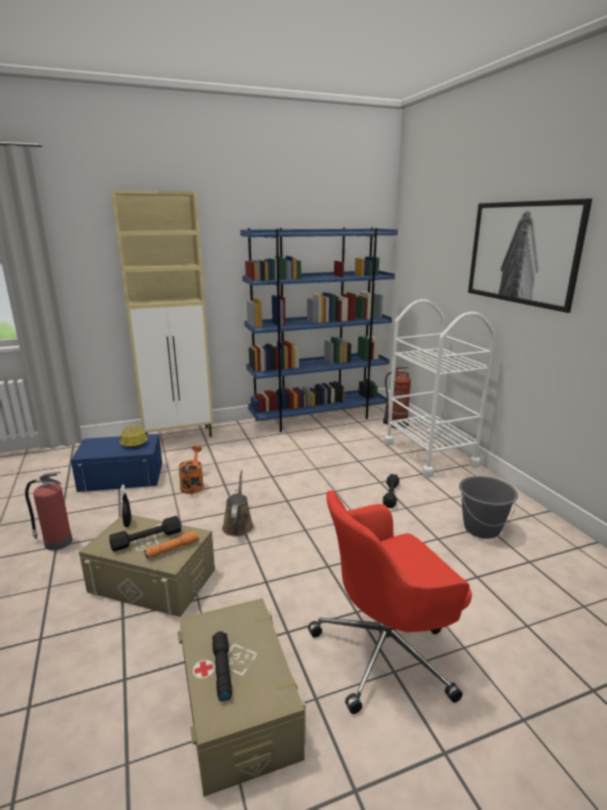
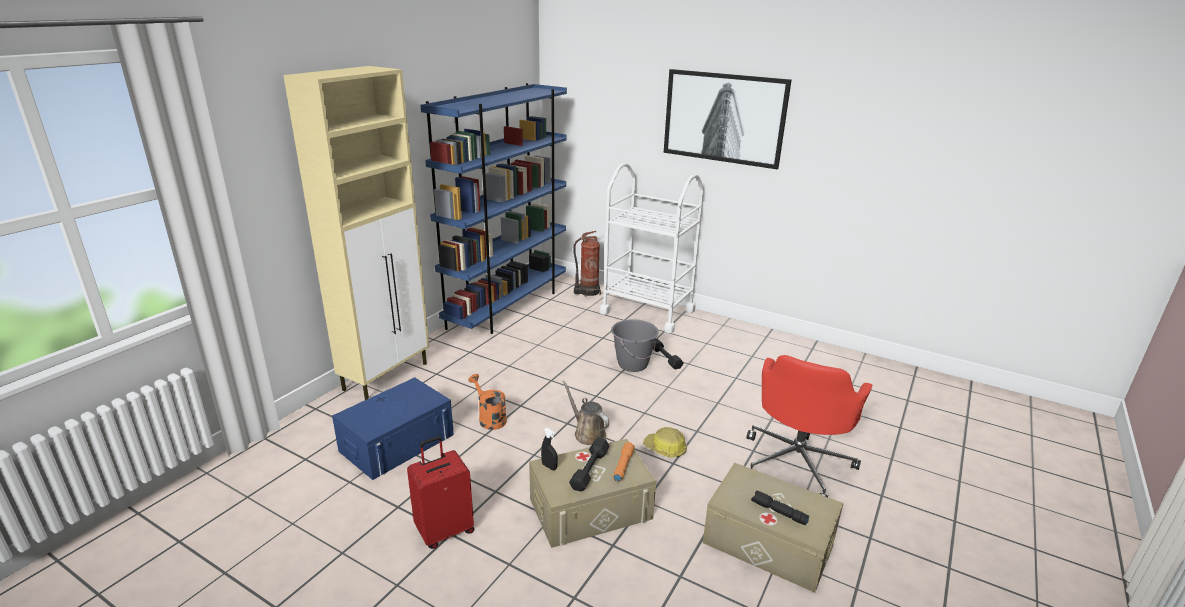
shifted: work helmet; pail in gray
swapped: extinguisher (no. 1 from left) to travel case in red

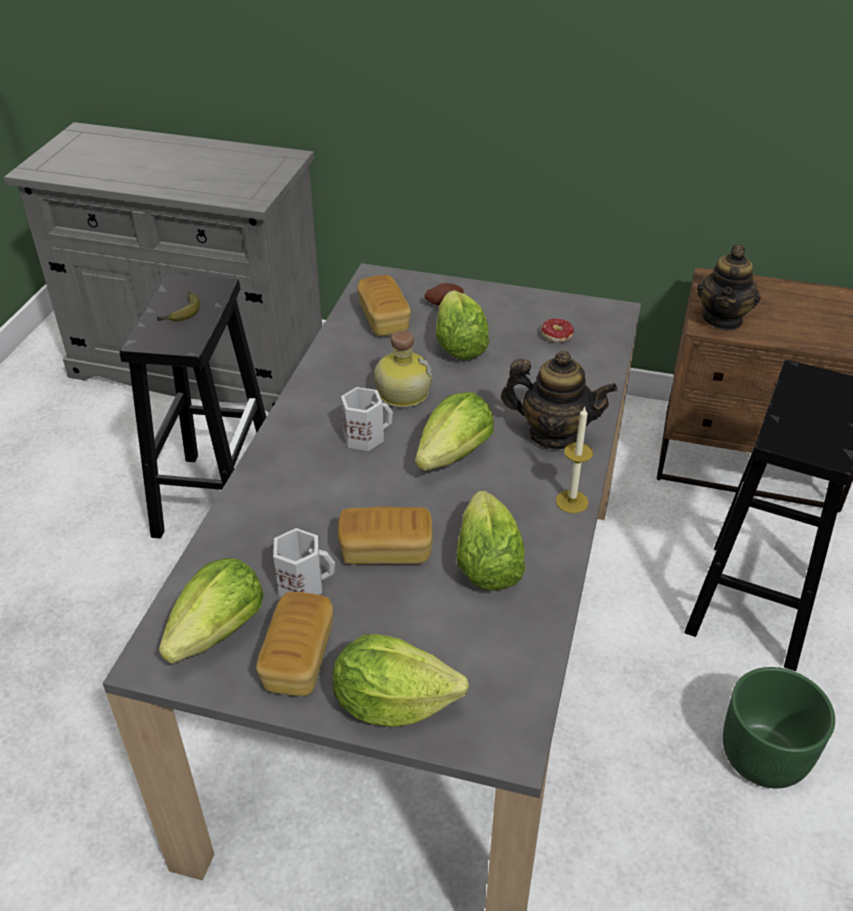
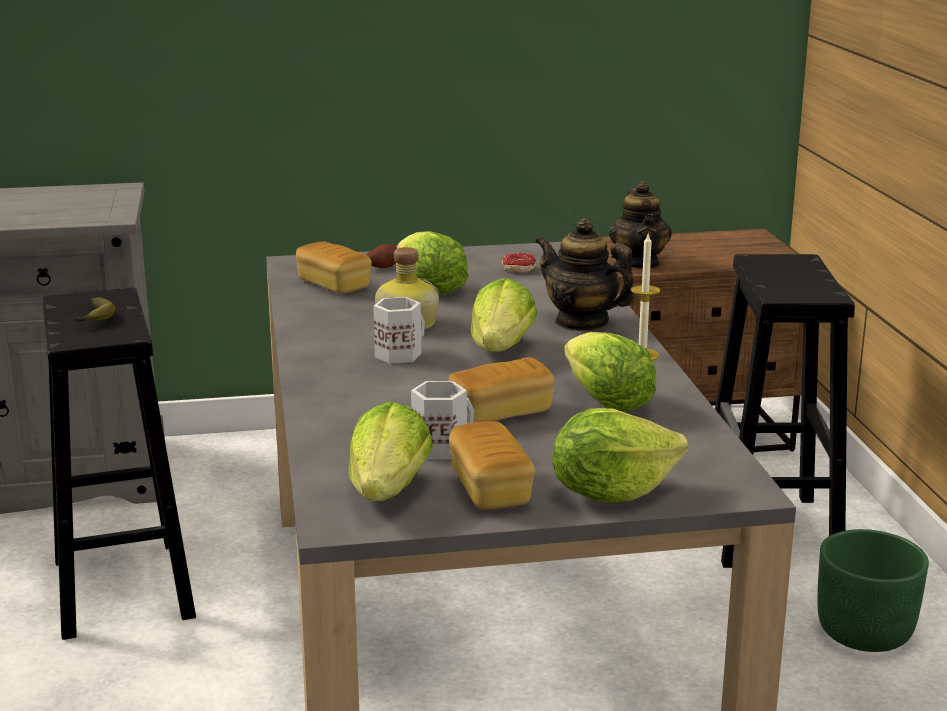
rotated: pot for tea (no. 1 from left) 135 degrees counterclockwise

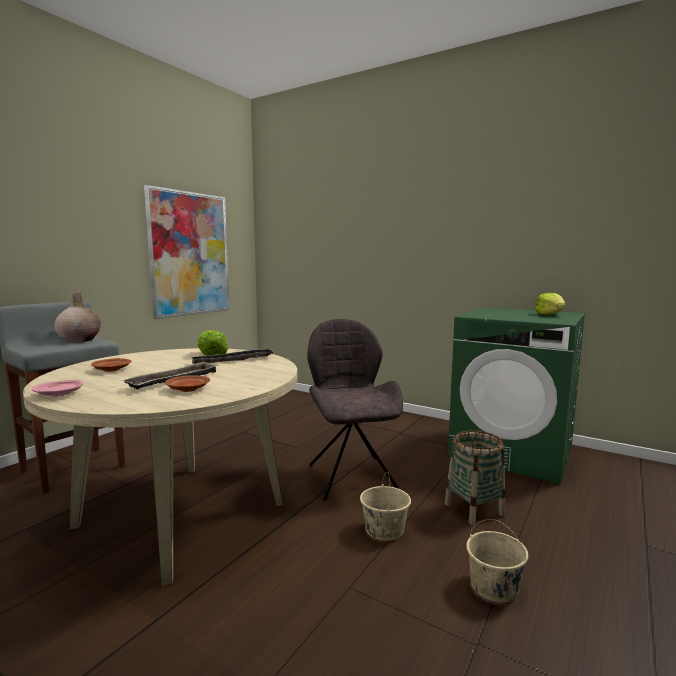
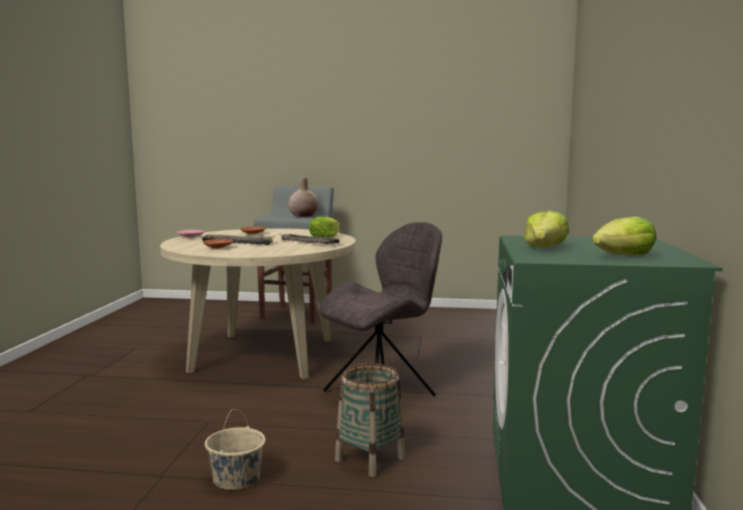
gone: picture; pail in beige (no. 1 from left)
new: lettuce (no. 2 from left)

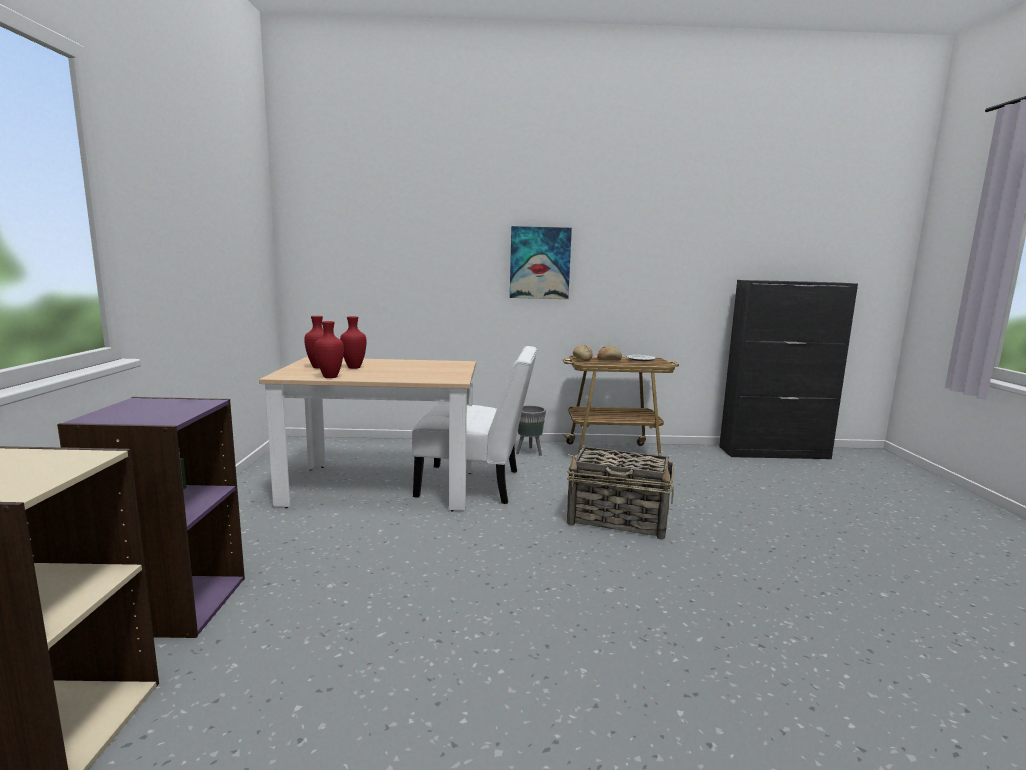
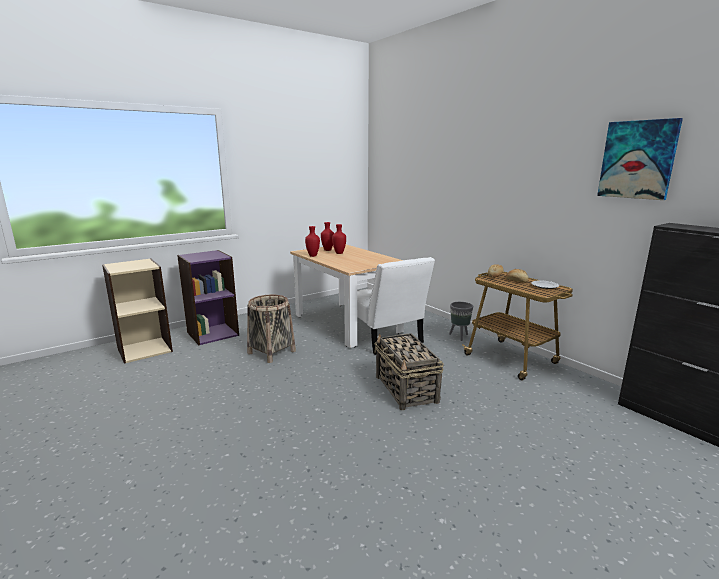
new: basket (no. 1 from left)
shifted: picture

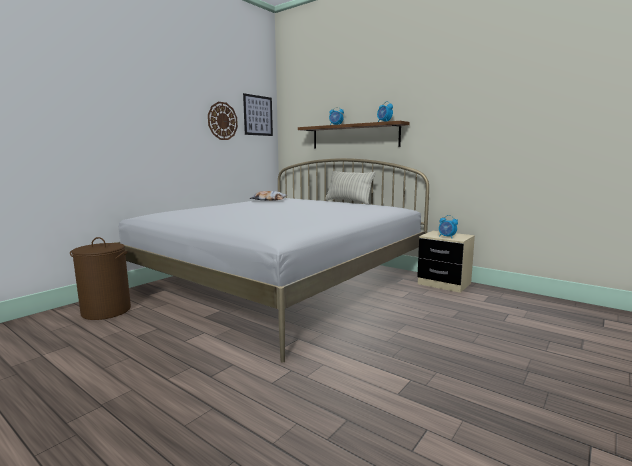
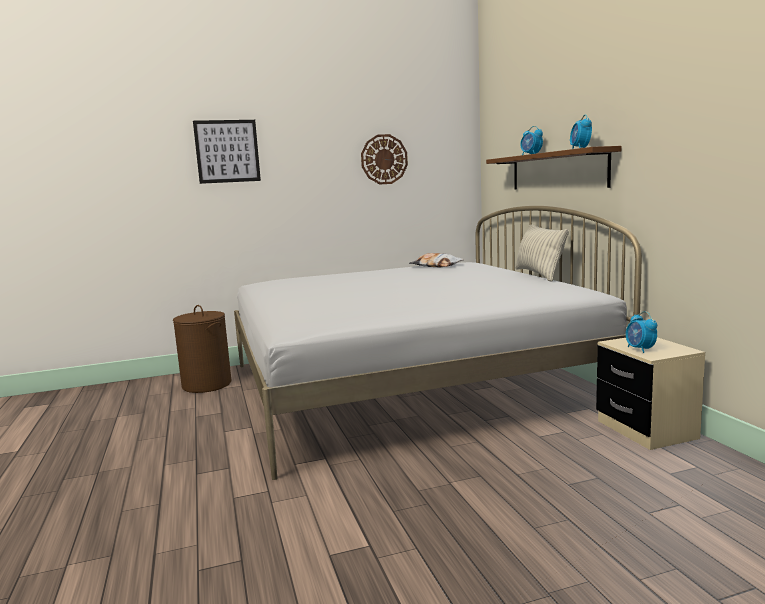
shifted: picture

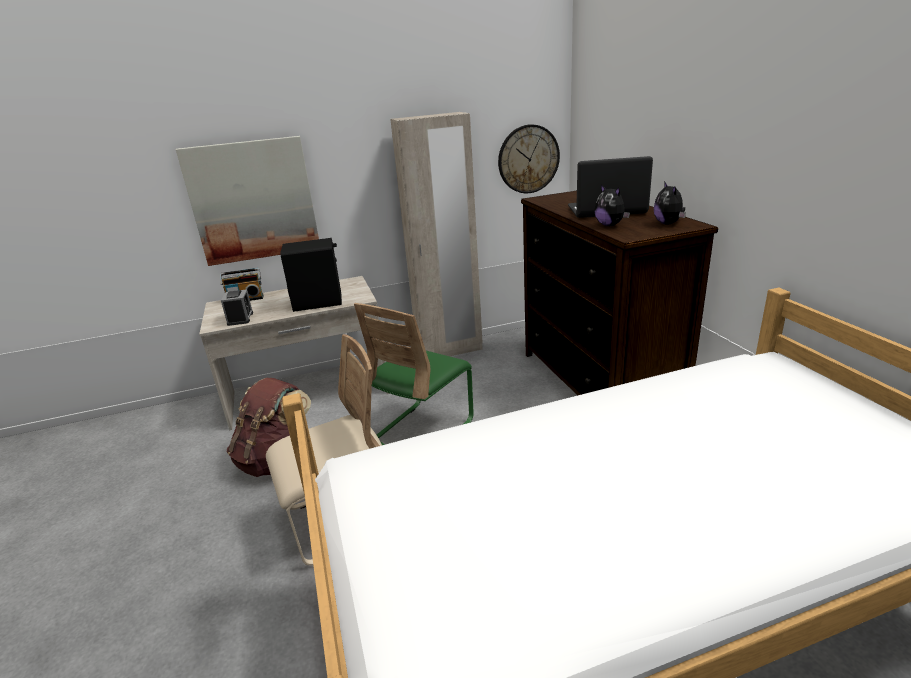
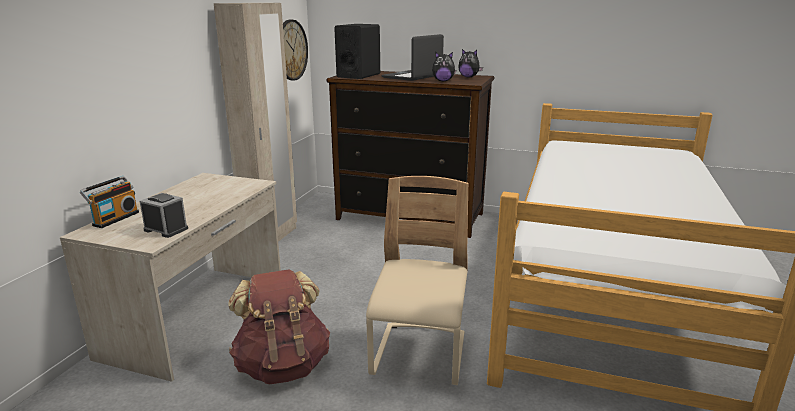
gone: picture; chair in green-coloured
shifted: loudspeaker in black

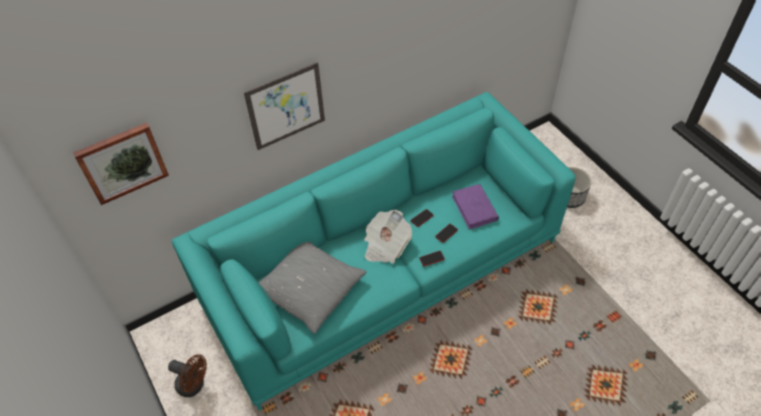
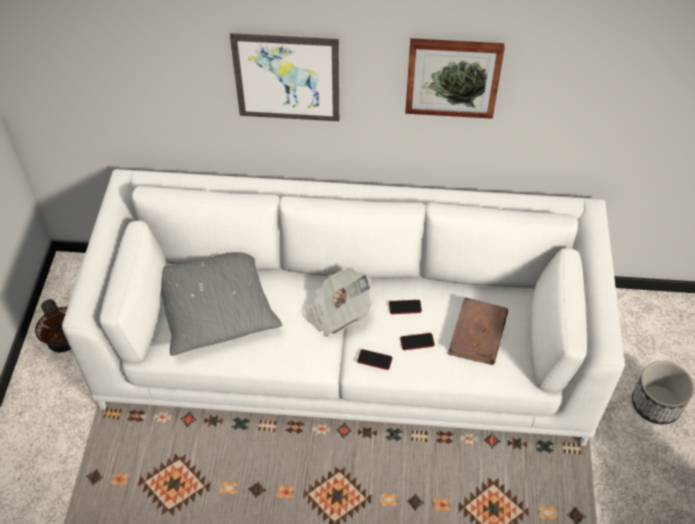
shifted: picture (no. 1 from left in the first image) to picture (no. 2 from left)
repainted: sofa in blue-green to sofa in whitish; volume in purple-coloured to volume in brown

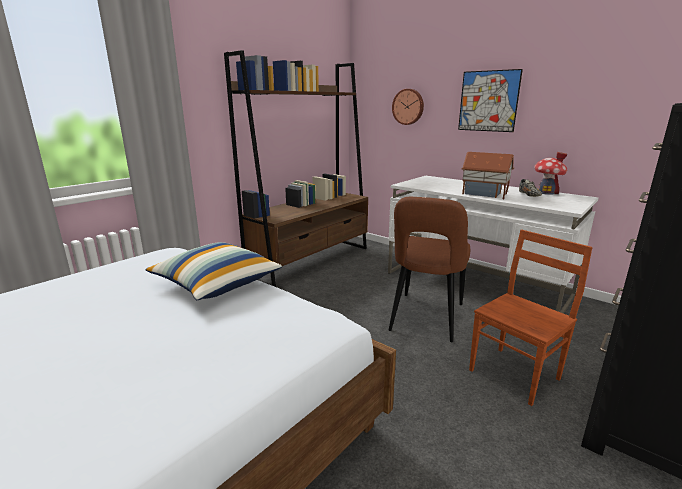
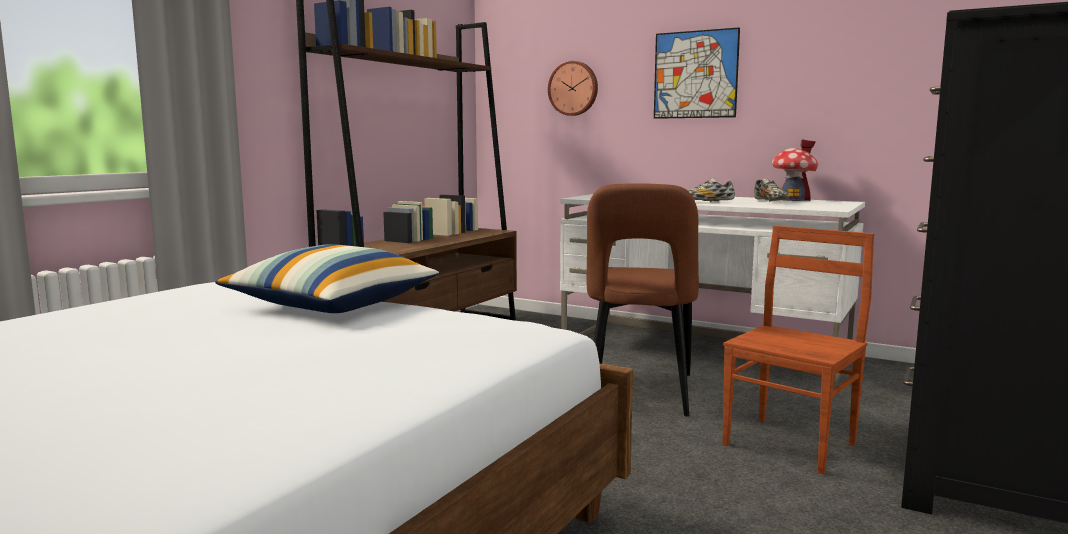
swapped: miniature house (no. 1 from left) to shoe (no. 1 from left)

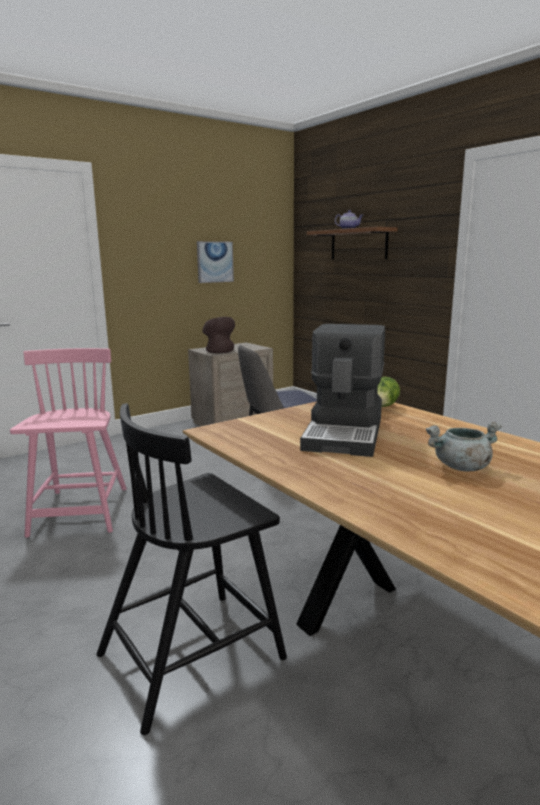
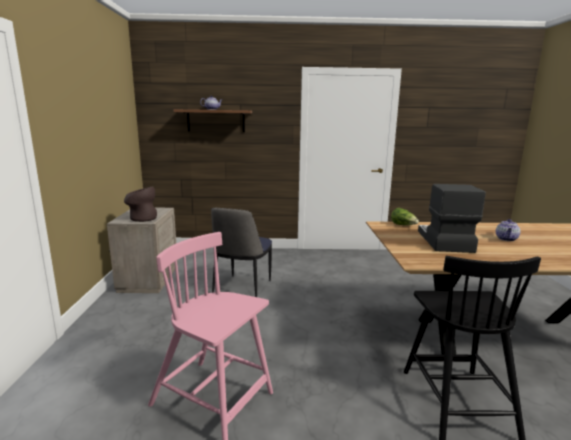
gone: picture
swapped: stockpot in gray to pot for tea (no. 2 from left)
rotated: coffee brewer 135 degrees counterclockwise

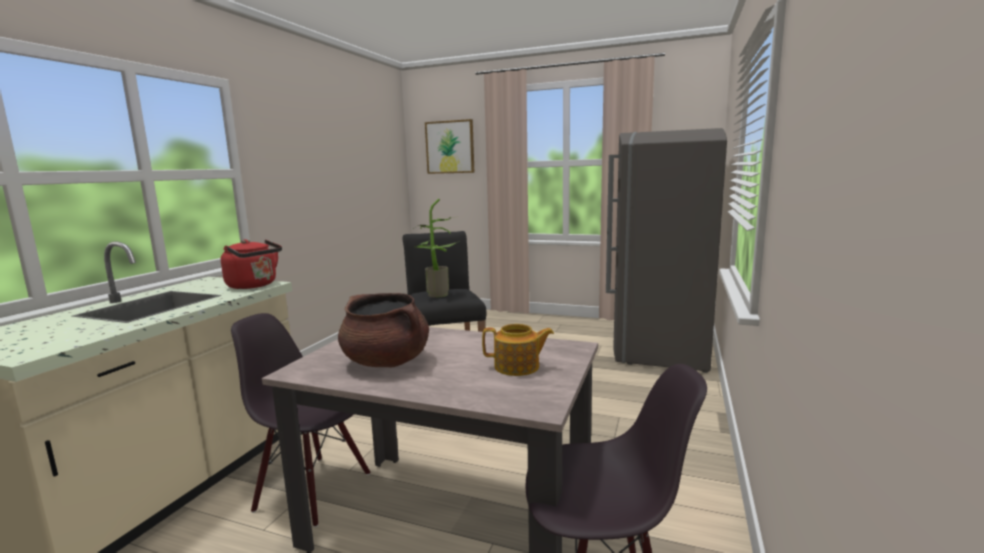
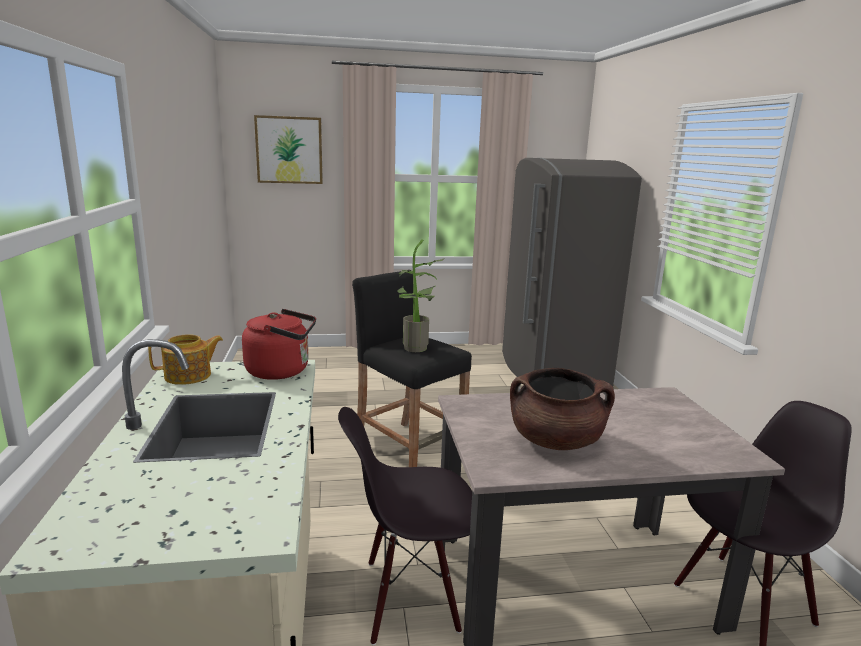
shifted: pot for tea

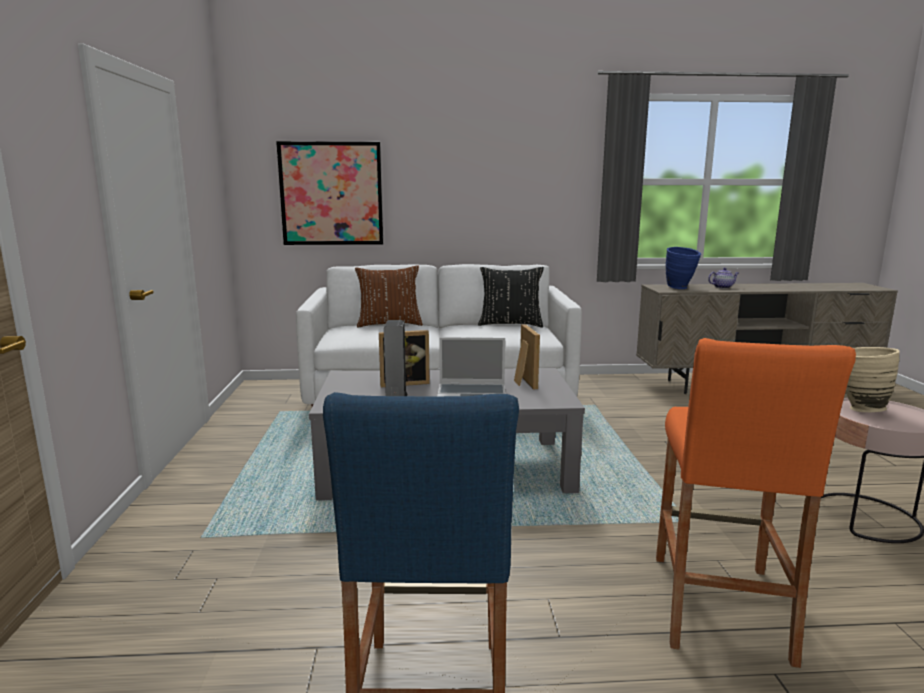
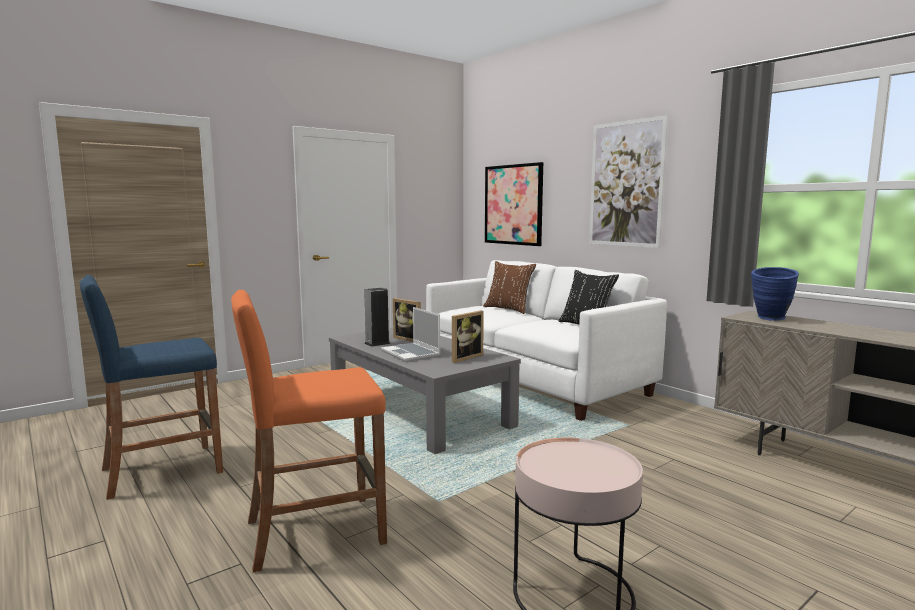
gone: pot for tea; decorative vase in beige
new: picture (no. 2 from left)

